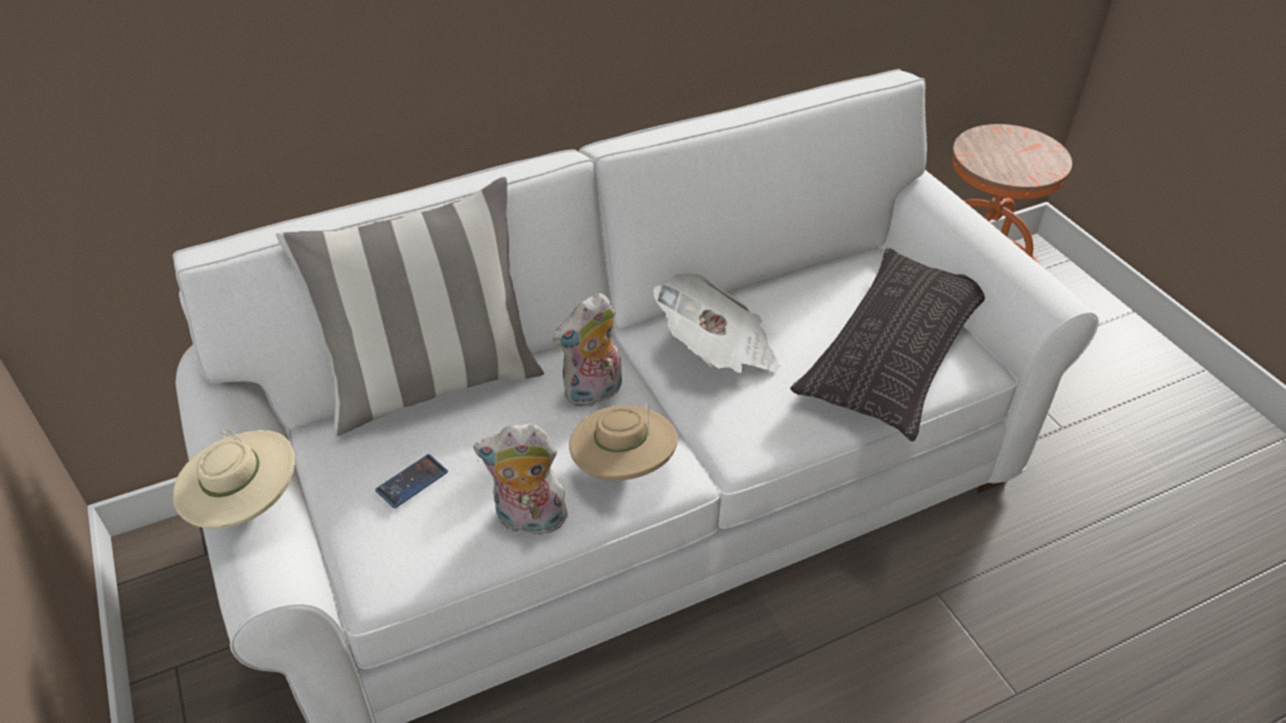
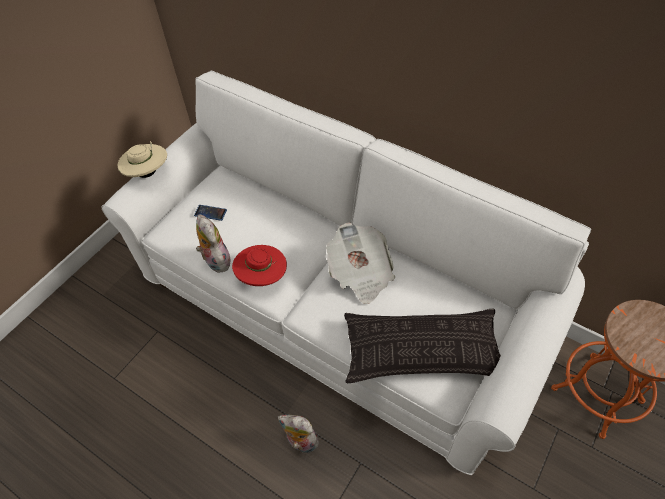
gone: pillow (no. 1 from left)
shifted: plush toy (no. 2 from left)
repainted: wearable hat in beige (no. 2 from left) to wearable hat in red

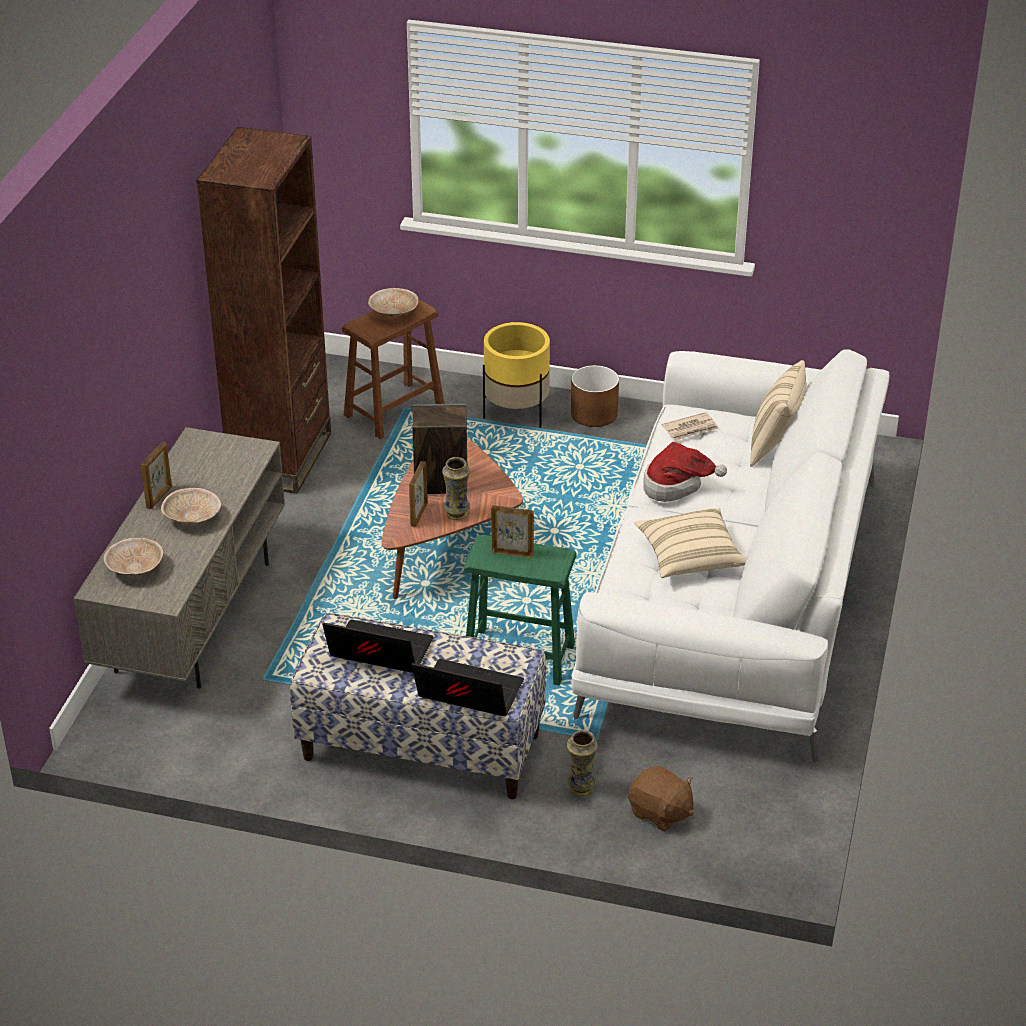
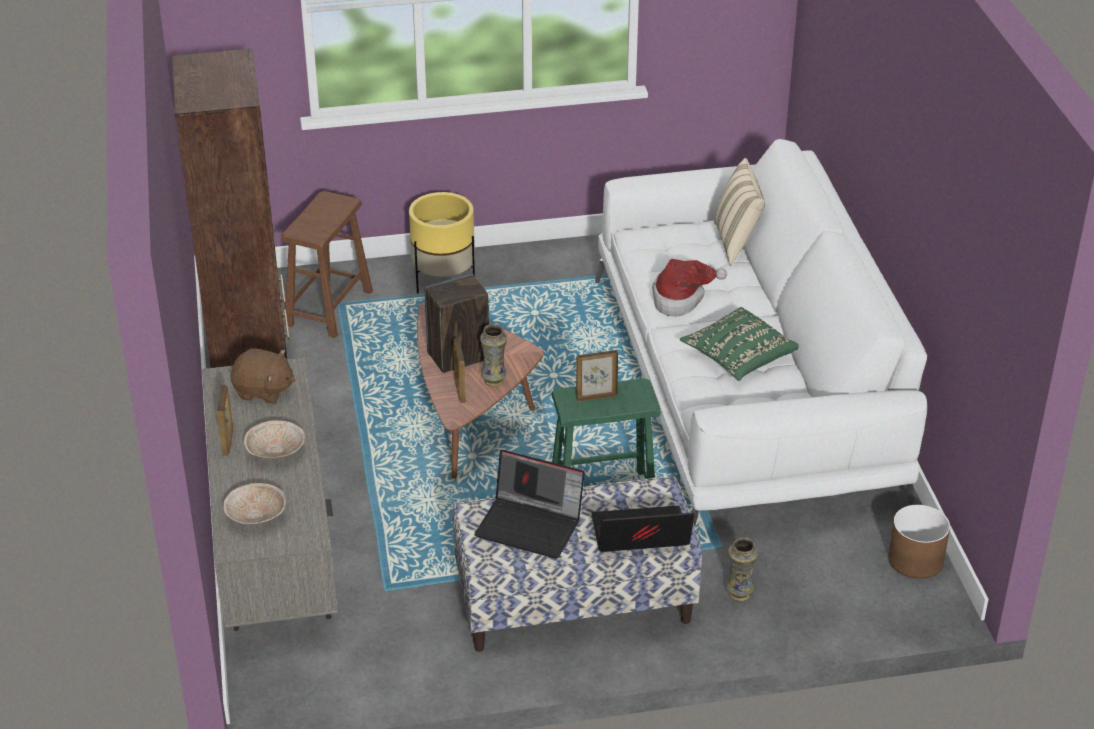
gone: deep dish in beige (no. 3 from left); printed paper
shifted: planter in brown; plush toy in brown
repainted: pillow in beige (no. 1 from left) to pillow in green-coloured
rotated: notebook computer (no. 1 from left) 150 degrees counterclockwise

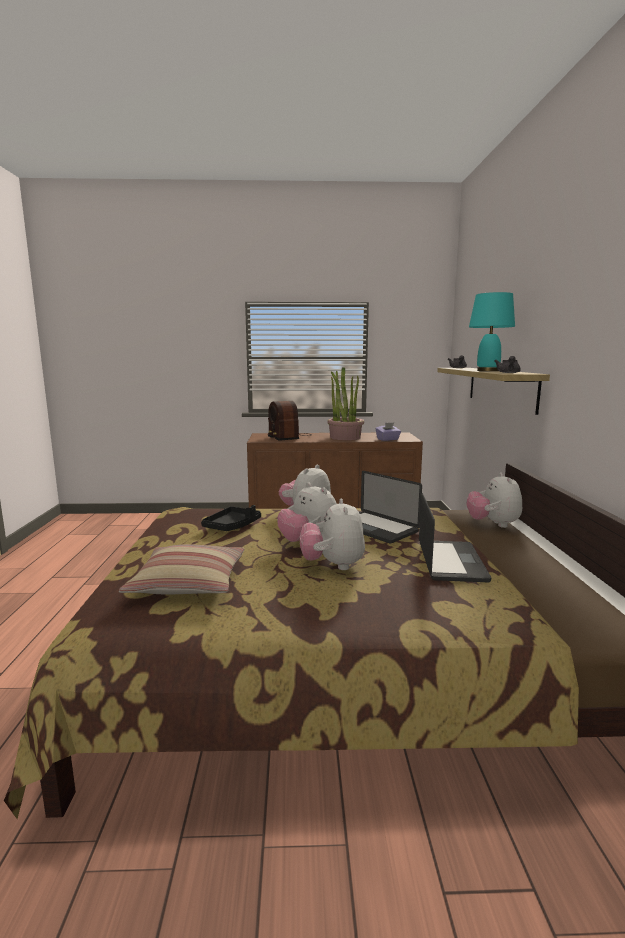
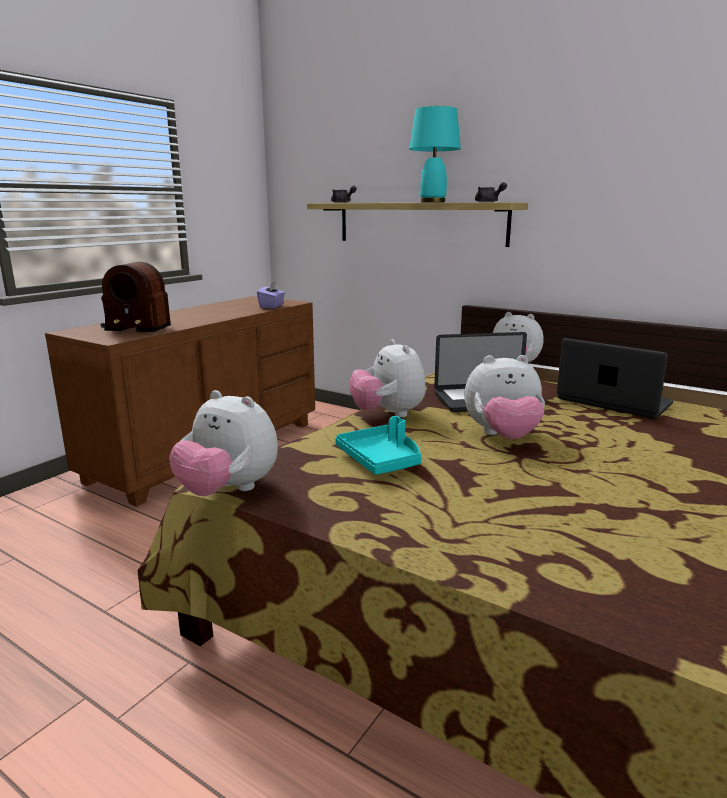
gone: houseplant; pillow
shifted: plush toy (no. 3 from left in the first image) to plush toy (no. 1 from left)
repainted: serving tray in black to serving tray in blue-green

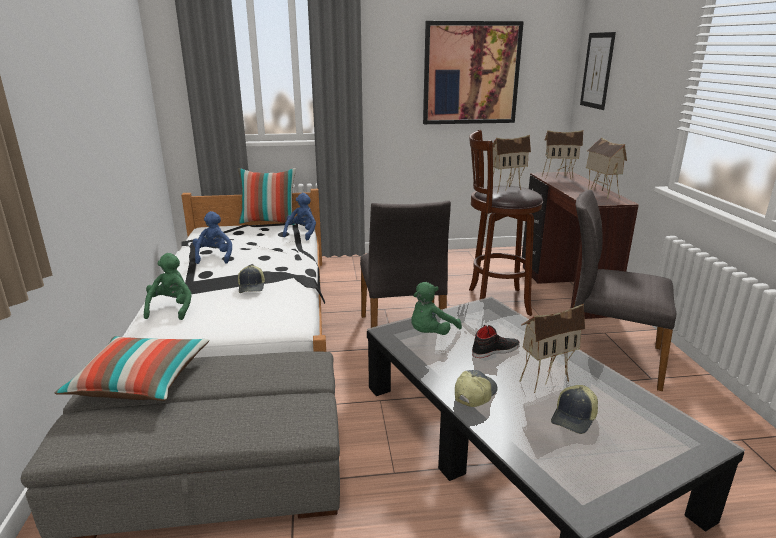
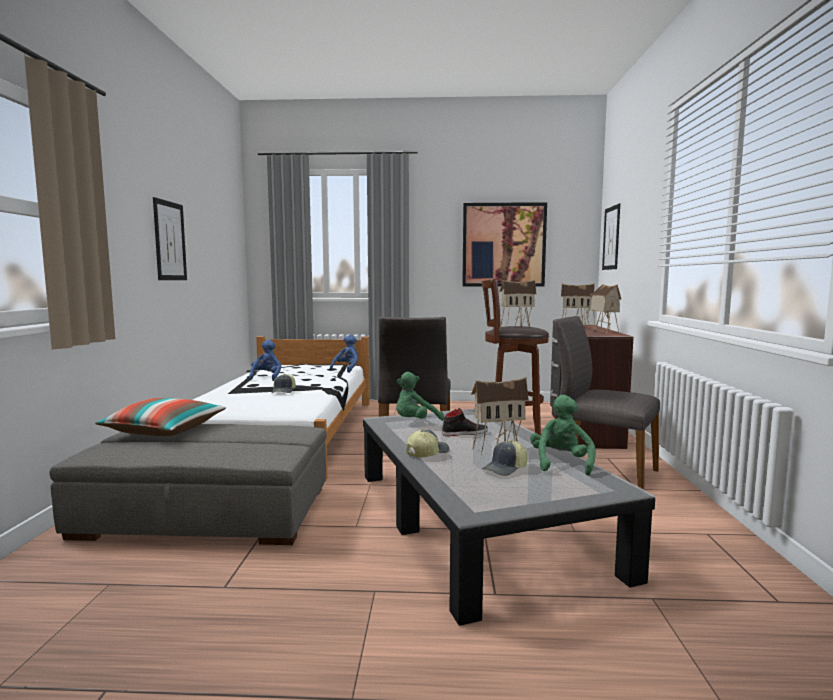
gone: pillow (no. 2 from left)
new: picture (no. 1 from left)
shifted: plush toy in green-coloured (no. 1 from left in the first image) to plush toy in green-coloured (no. 2 from left)

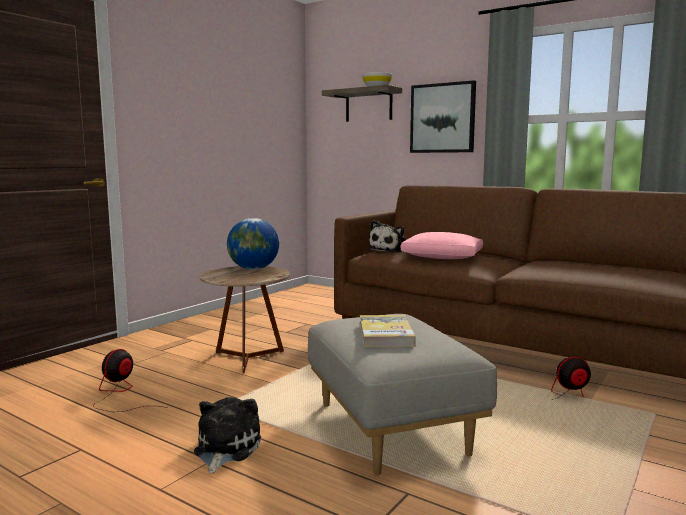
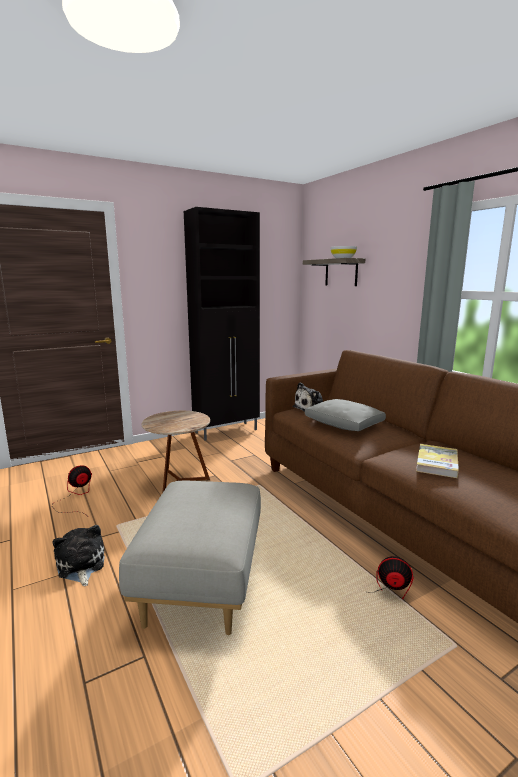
gone: picture; globe
new: cupboard in black
shifted: volume
repainted: pillow in pinkish to pillow in gray
rotated: plush toy (no. 1 from left) 60 degrees counterclockwise

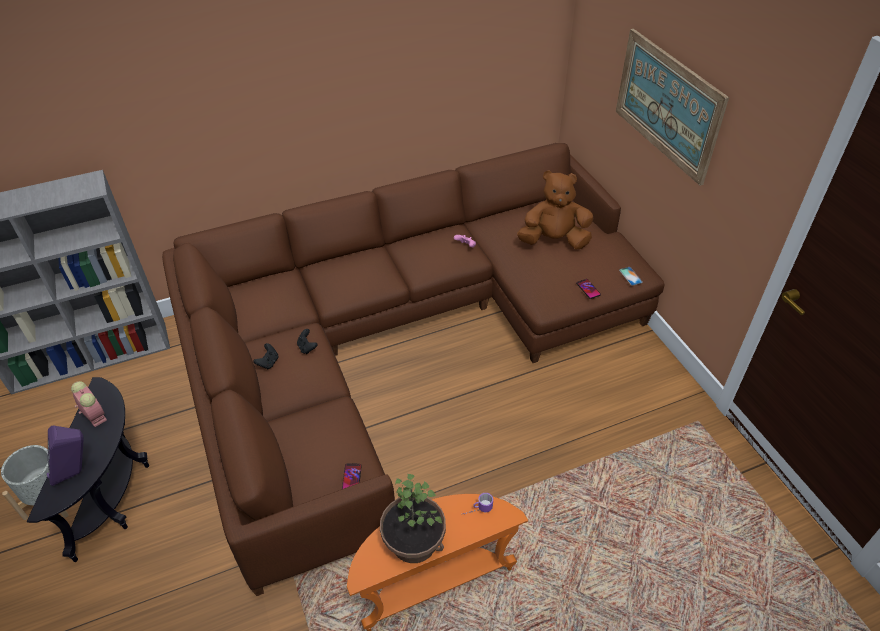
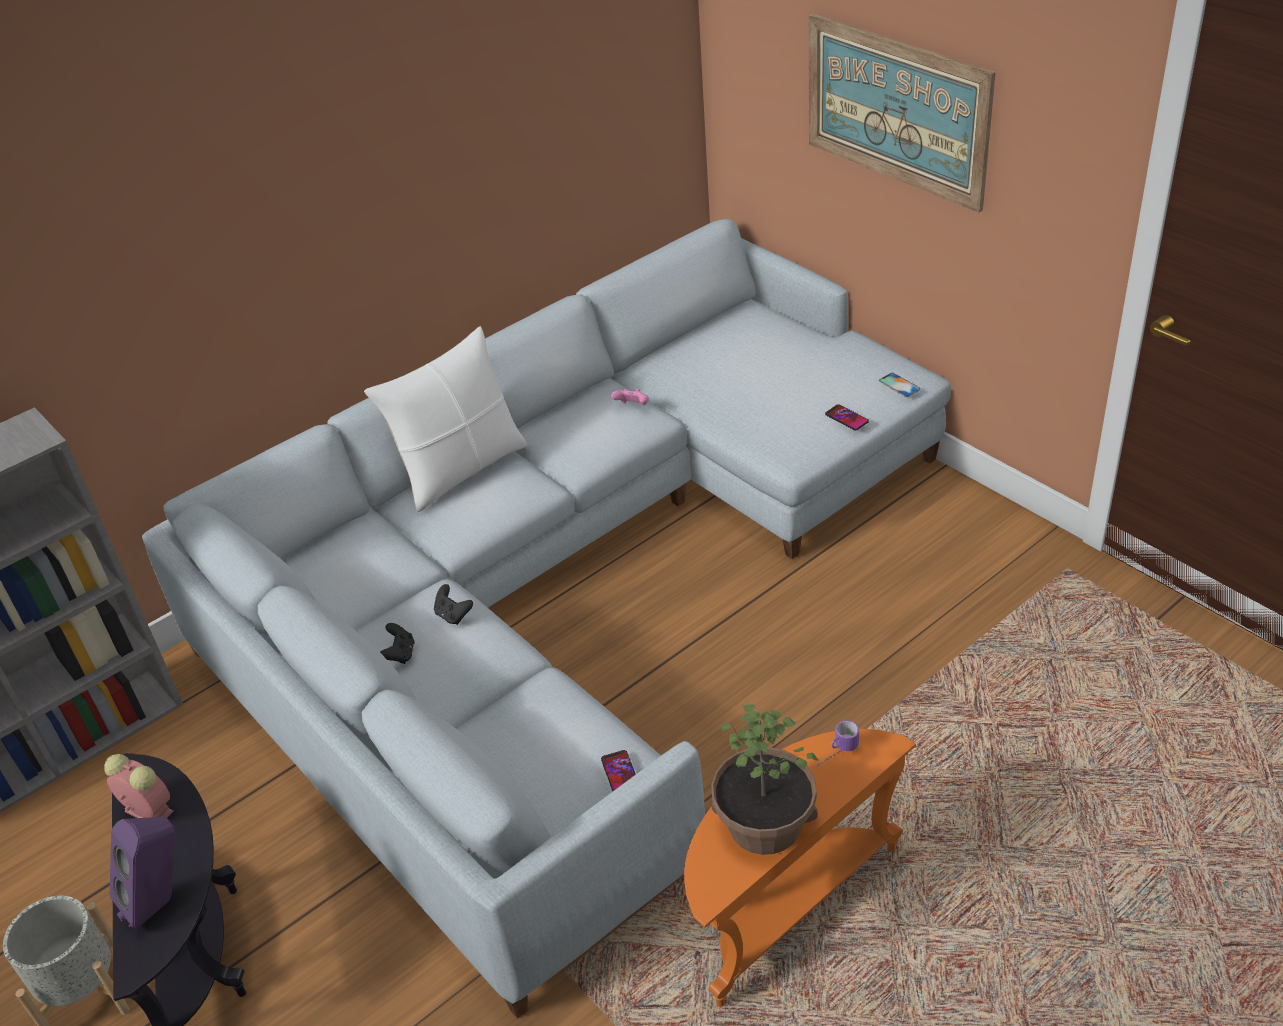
gone: plush toy in brown
new: pillow in whitish
repainted: sofa in brown to sofa in gray

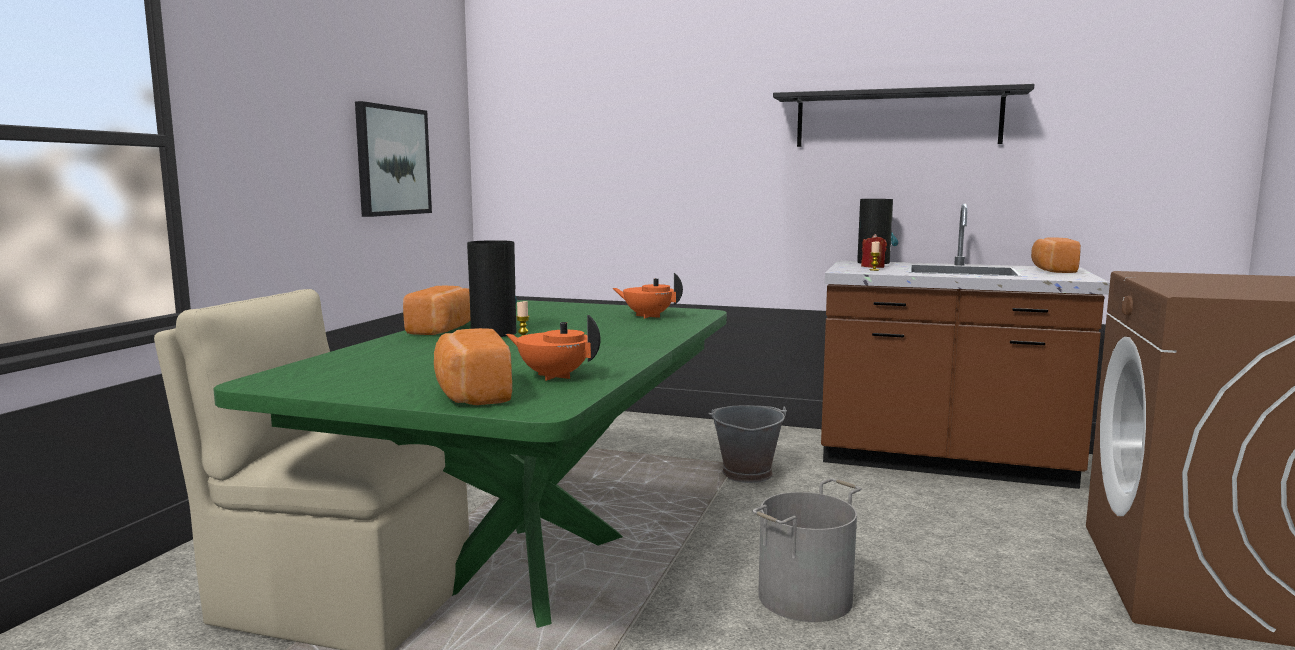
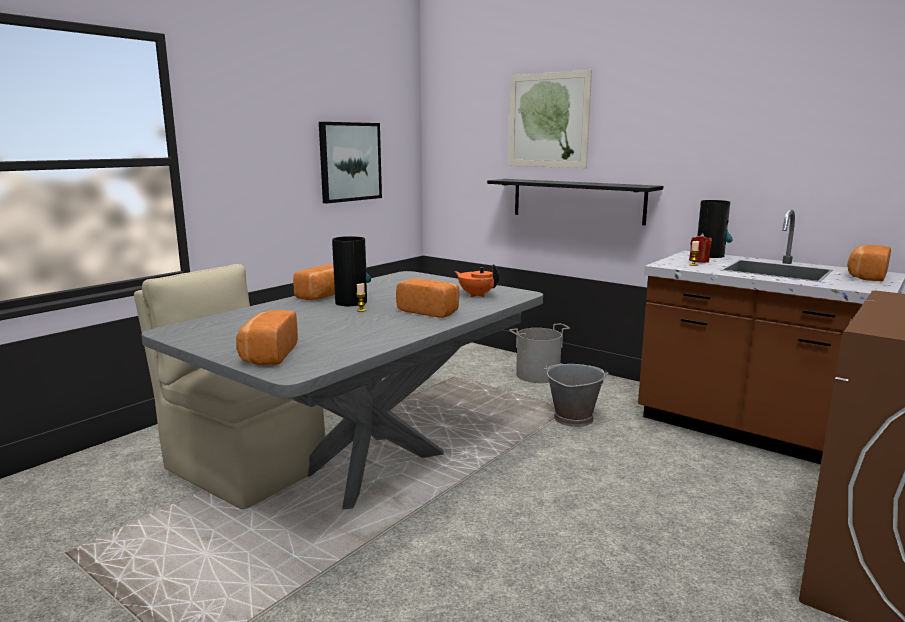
gone: pot for tea in orange-coloured (no. 1 from left)
new: picture (no. 2 from left); bread (no. 3 from left)
shifted: shelf in black; pail in gray (no. 2 from left in the first image) to pail in gray (no. 1 from left)
repainted: dinner table in green-coloured to dinner table in gray

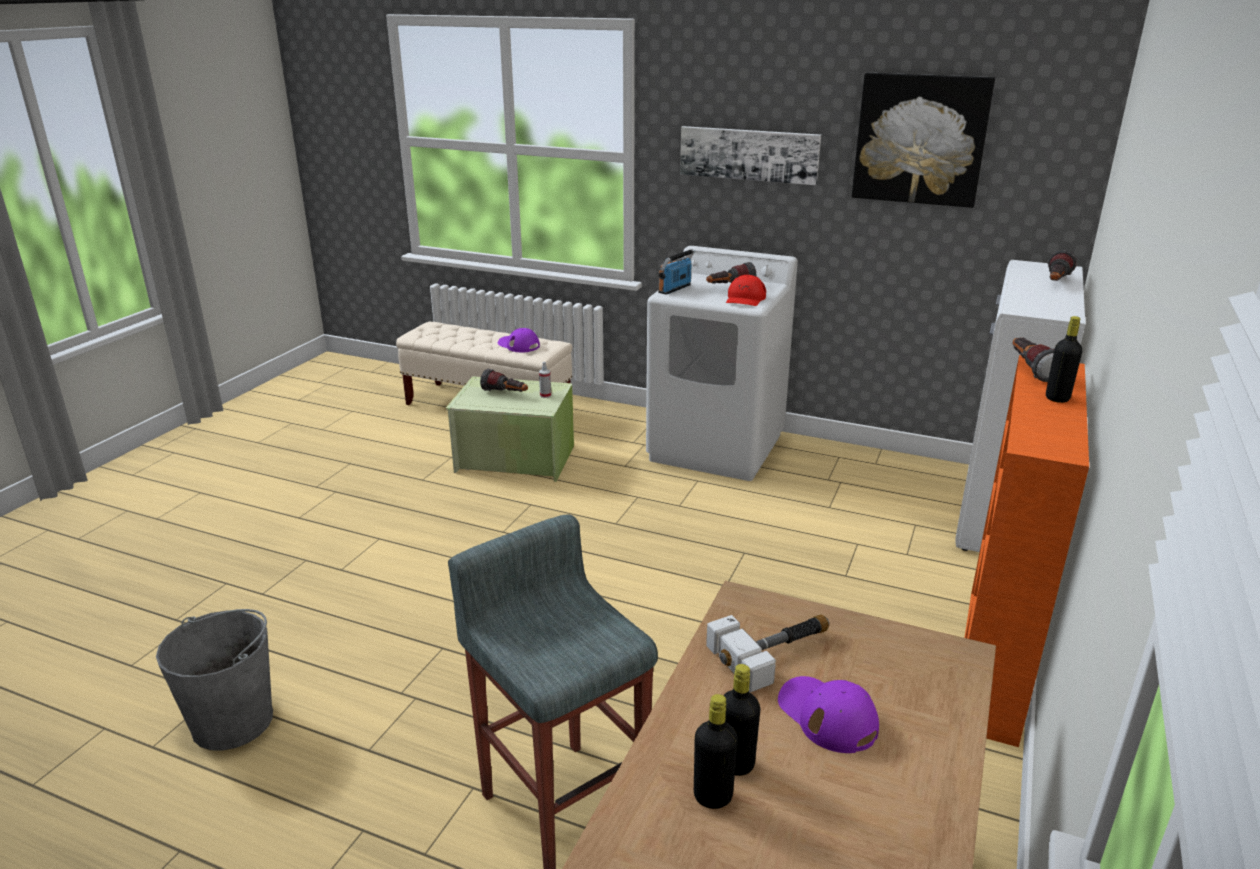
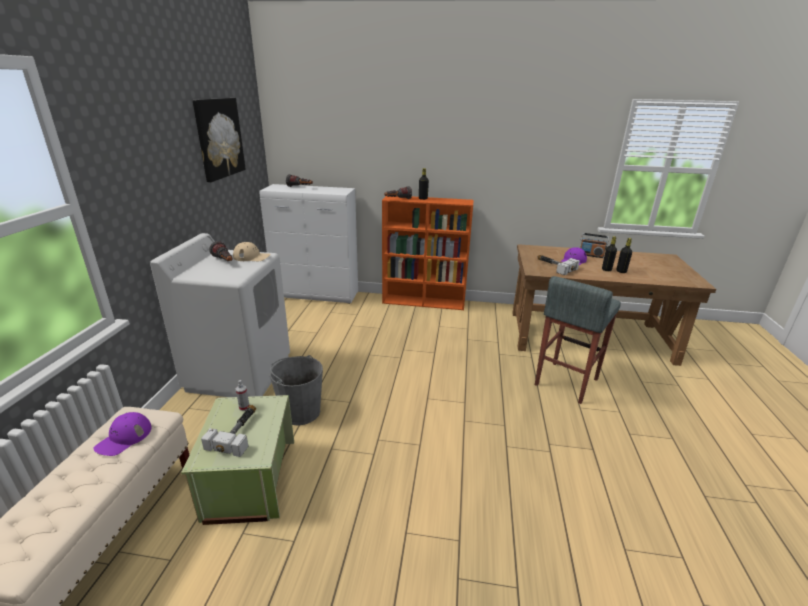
gone: picture (no. 1 from left)
shifted: radio set; pail in gray
swapped: hand torch (no. 1 from left) to hammer (no. 1 from left)
repainted: baseball cap in red to baseball cap in beige

